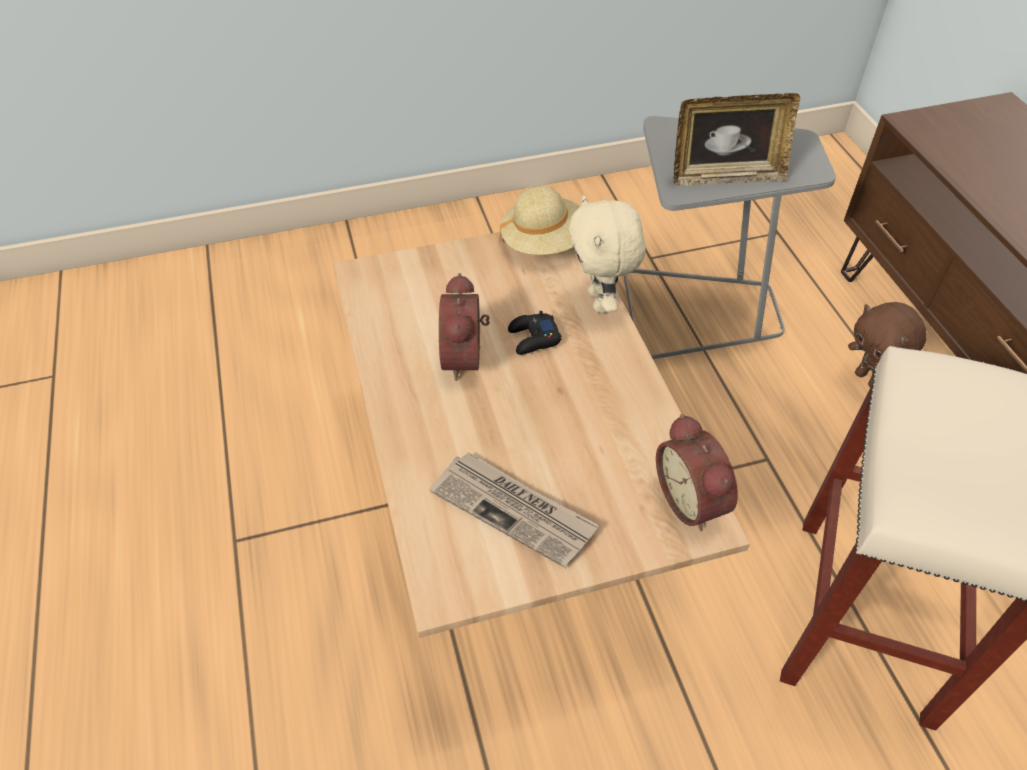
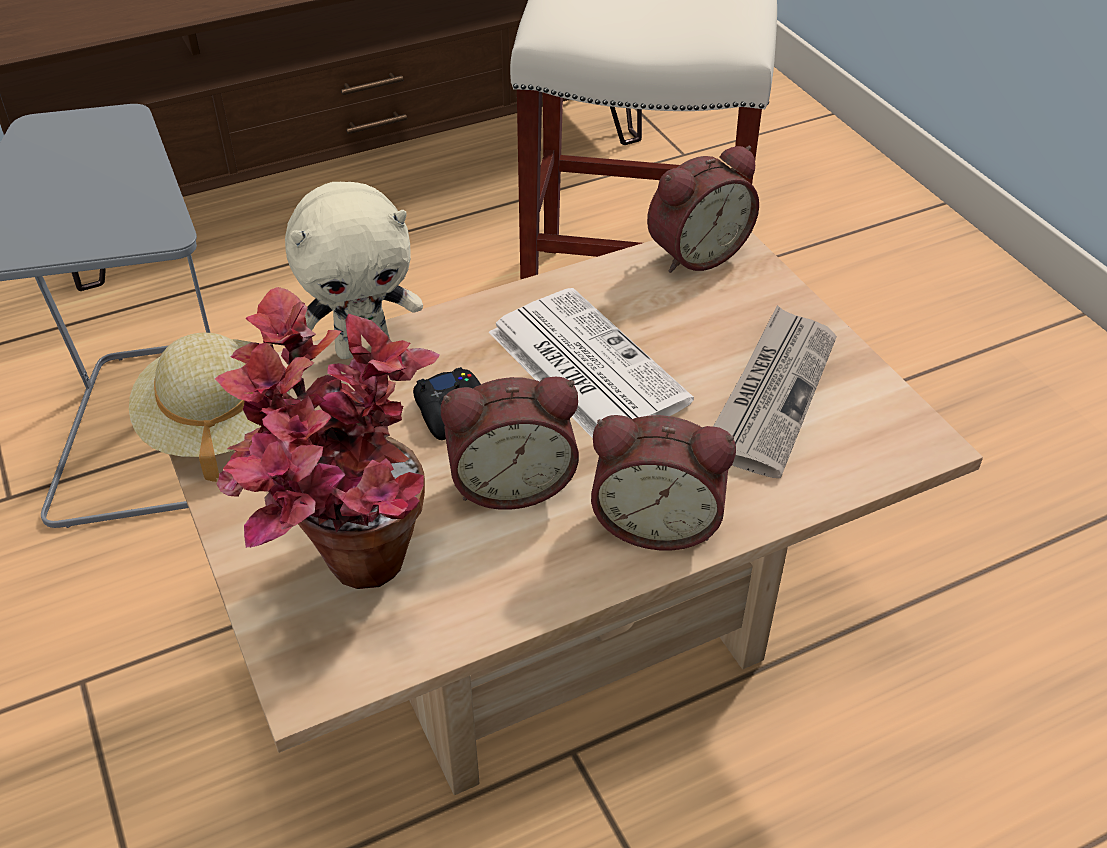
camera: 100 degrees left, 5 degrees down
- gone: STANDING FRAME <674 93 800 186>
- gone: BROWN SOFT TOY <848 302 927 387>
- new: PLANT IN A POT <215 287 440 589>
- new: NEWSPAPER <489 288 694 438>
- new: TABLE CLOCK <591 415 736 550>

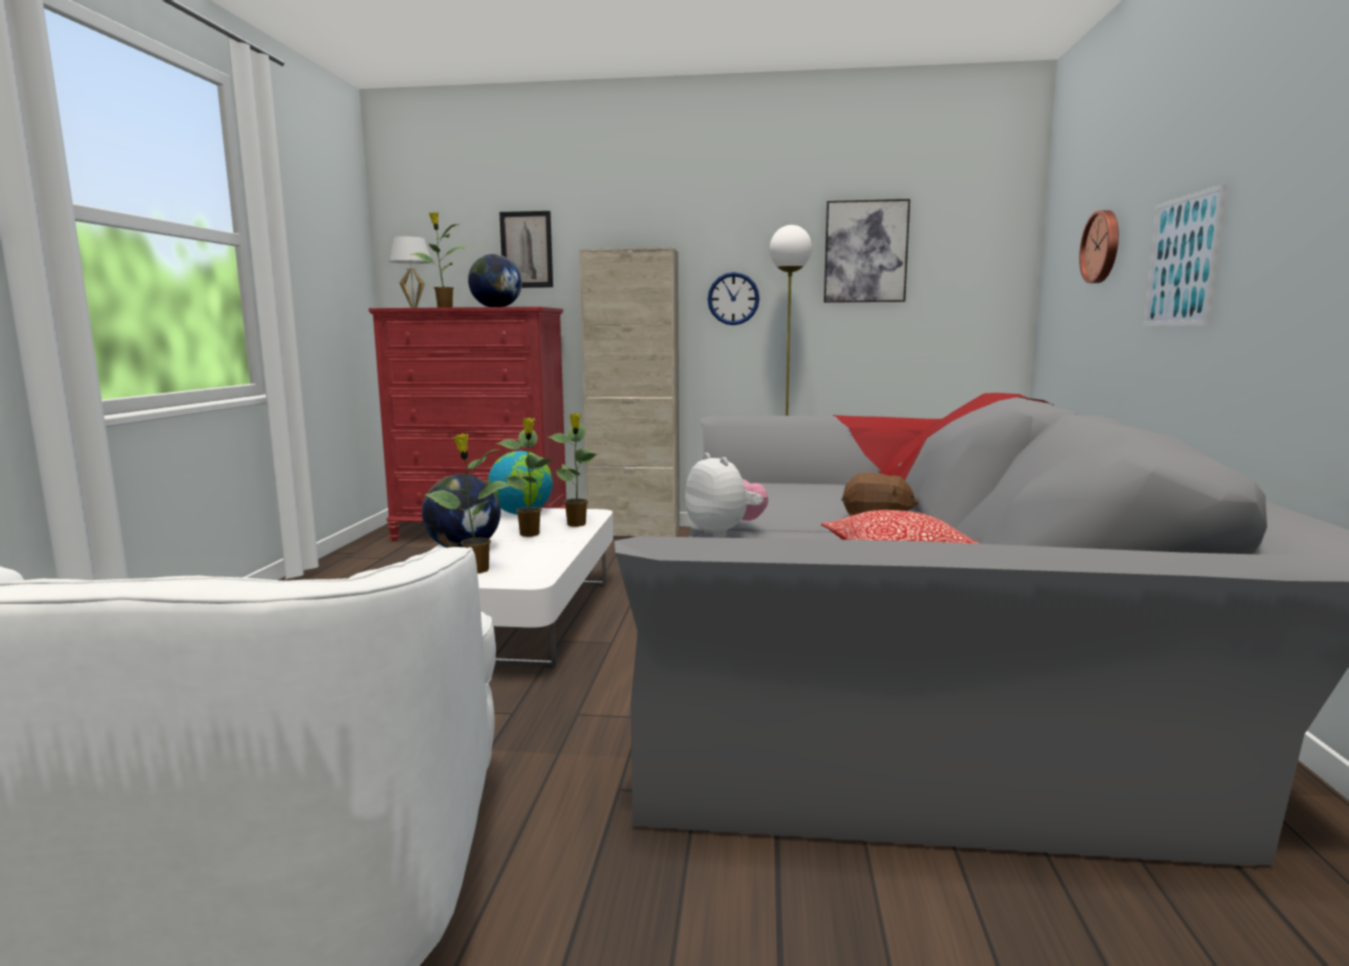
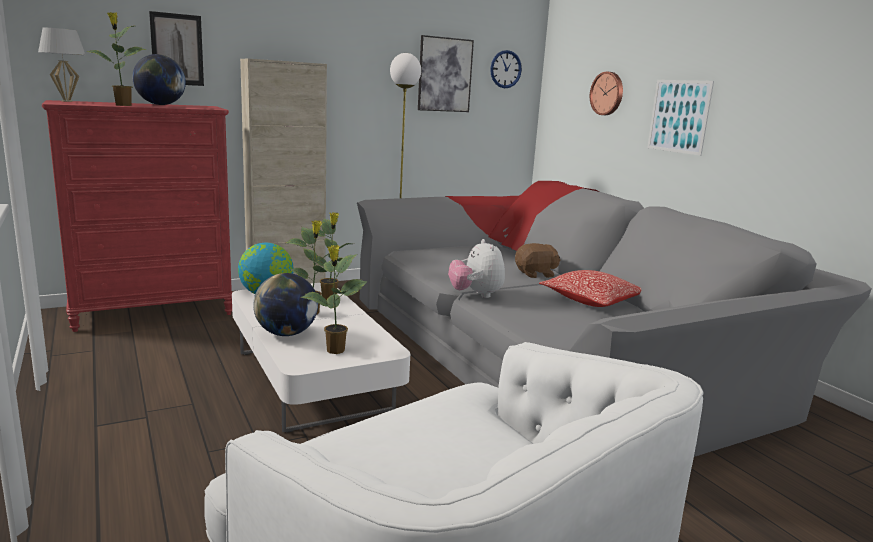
camera: 35 degrees left, 5 degrees up
- shifted: CLOCK ON THE WALL <708 272 760 325> to <490 50 522 88>
- rotated: SOFT TOY <685 453 768 538> = <448 239 505 298> 135 degrees counterclockwise

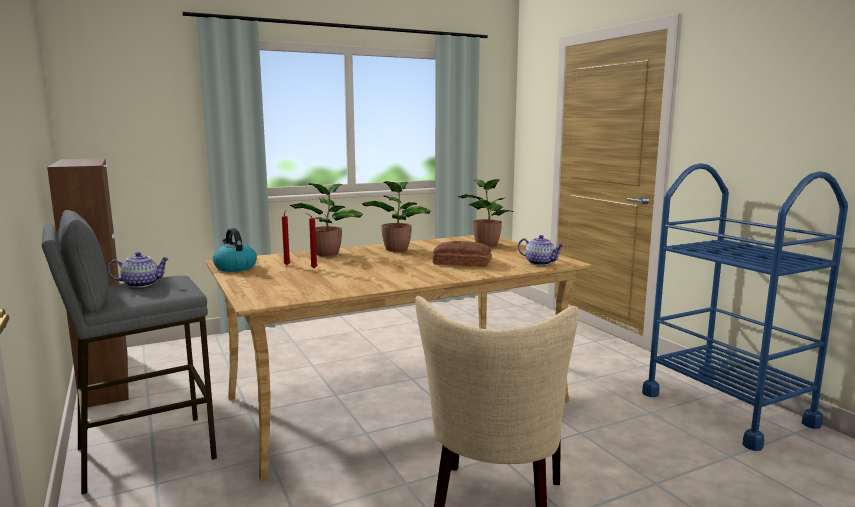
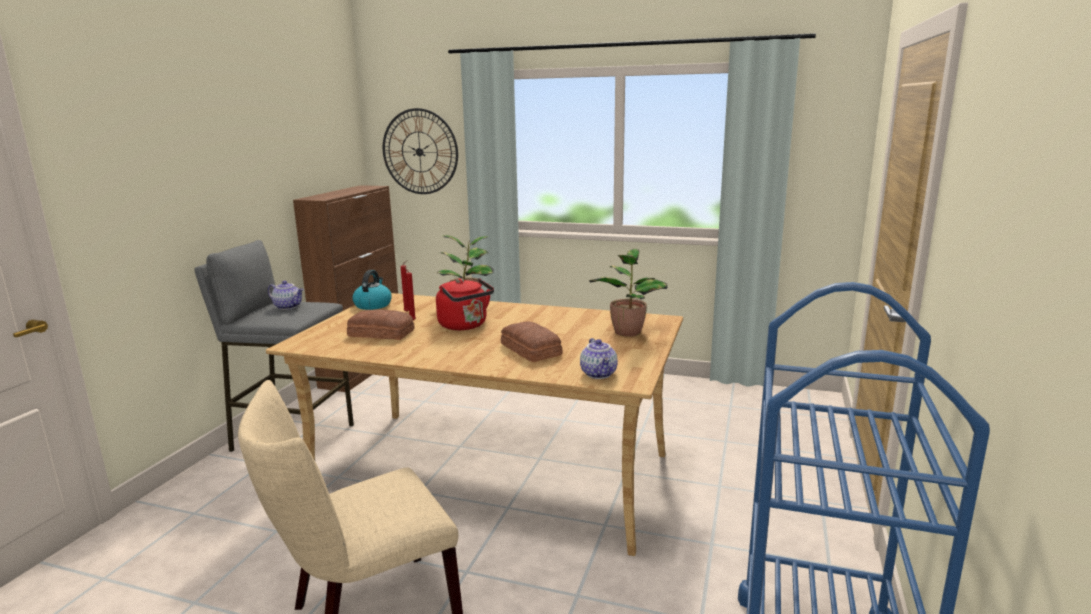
camera: 45 degrees right, 5 degrees up
- gone: PLANT IN A POT <362 181 430 252>
- new: BREAD <347 309 415 340>
- new: CLOCK ON THE WALL <383 108 458 194>
- new: RED-COLOURED TEA KETTLE <436 278 494 330>

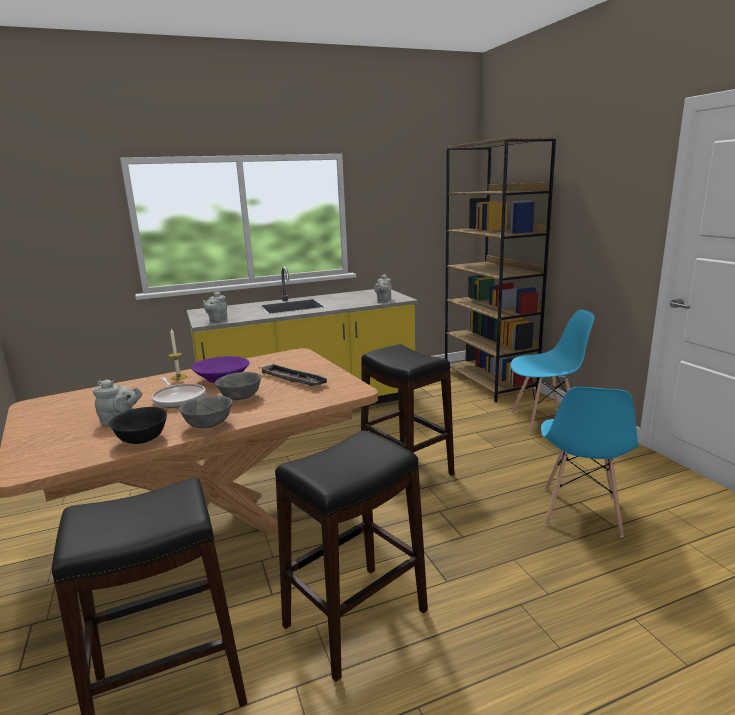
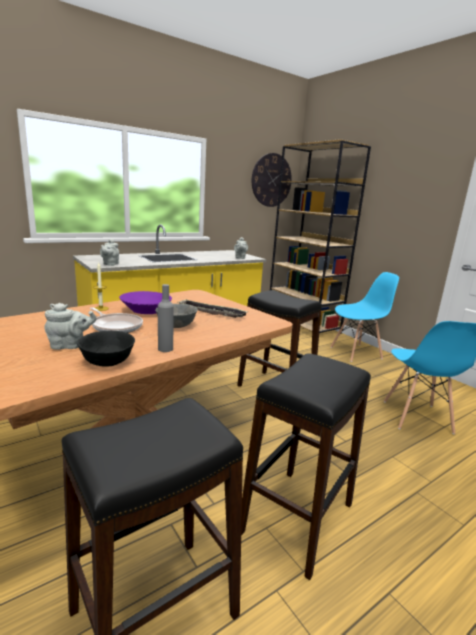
camera: 15 degrees left, 0 degrees up
- new: CLOCK ON THE WALL <252 153 292 207>
- swapped: GRAY SERVING BOWL <179 395 233 428> to GRAY DRINK BOTTLE <158 284 174 352>

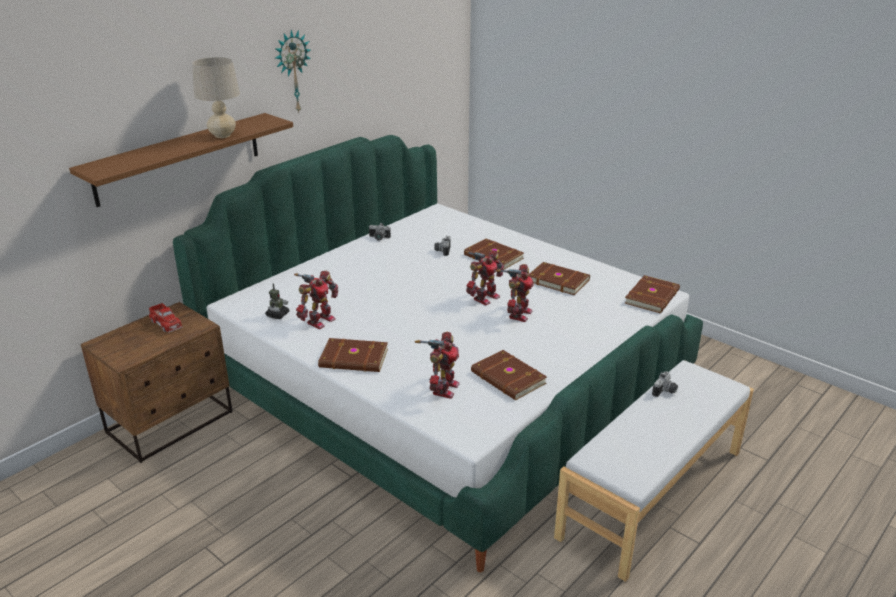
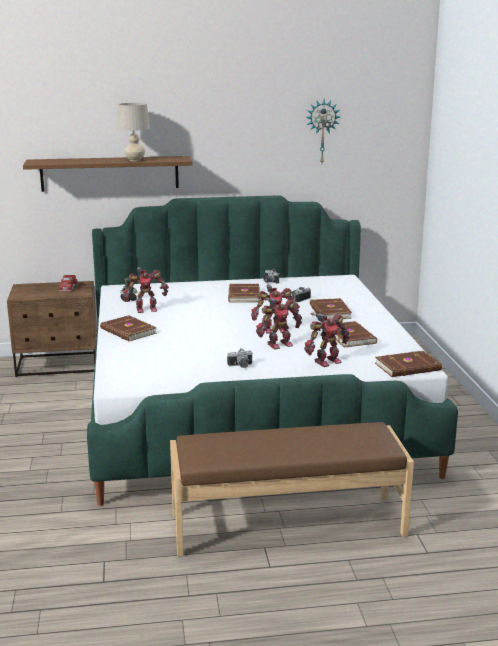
camera: 40 degrees right, 10 degrees down
- shifted: CLOCK ON THE WALL <275 30 311 113> to <306 99 340 163>
- shifted: TOY ROBOT <415 331 459 399> to <304 313 350 367>
- shifted: BROWN VOLUME <471 350 547 400> to <228 284 260 302>
- shifted: PHOTO CAMERA <652 371 678 397> to <227 348 252 368>
- repainted: WHITE-COLOURED INDOOR BENCH <554 360 754 582> to BROWN INDOOR BENCH <170 422 414 557>

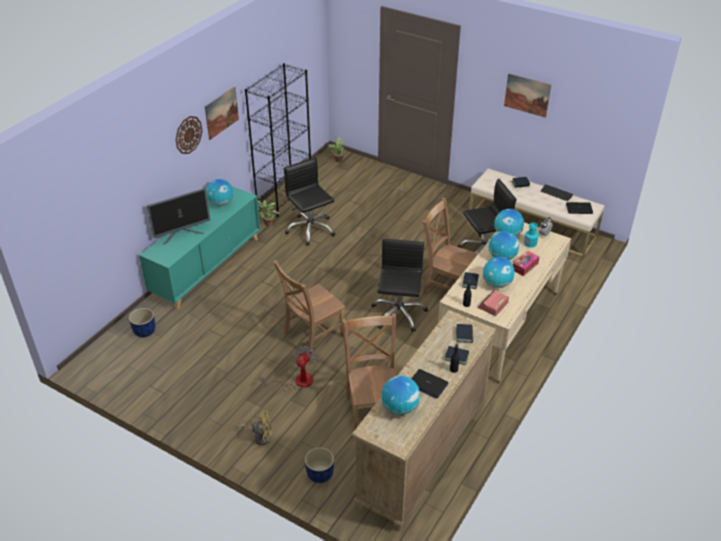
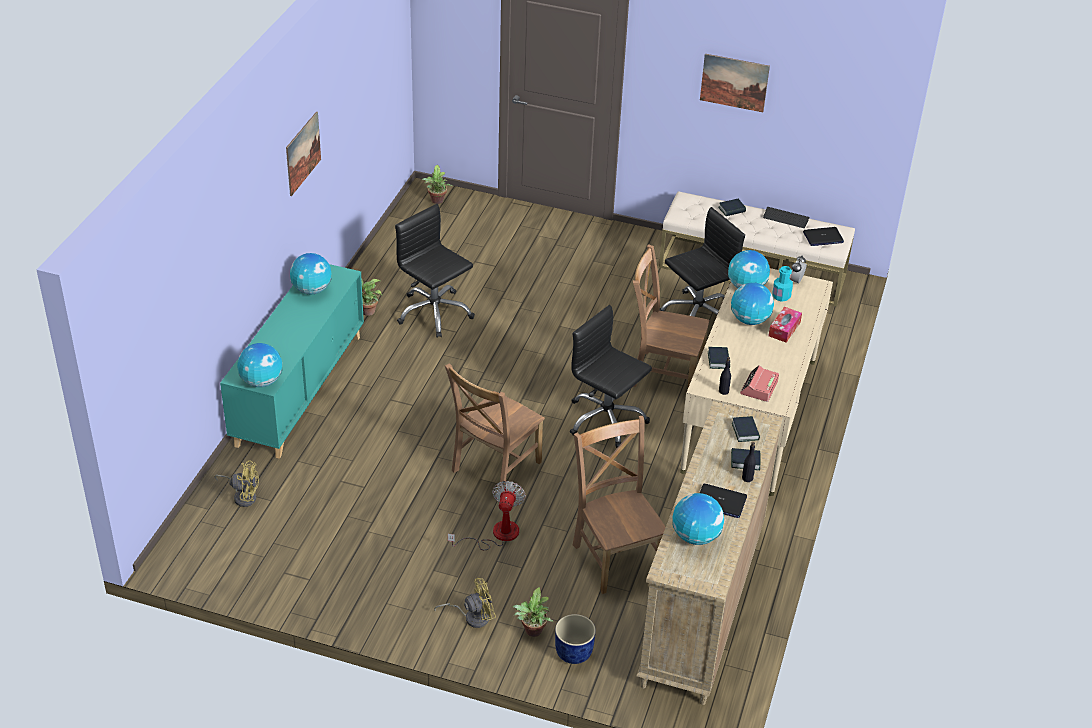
camera: 15 degrees left, 0 degrees up
- gone: COMPUTER DISPLAY <147 188 210 245>
- gone: CLOCK ON THE WALL <176 116 202 154>
- gone: BLACK-COLOURED BOOKSHELF <245 63 311 217>
- new: PLANT IN A POT <513 587 553 637>
- shifted: DESK GLOBE <483 257 515 288> to <237 343 282 387>
- swapped: BLUISH PLANTER <129 308 155 337> to YELLOW-COLOURED FAN <214 460 259 507>
- rotated: BLACK-COLOURED COMPUTER CHAIR <372 239 428 332> = <570 305 652 448> 45 degrees counterclockwise

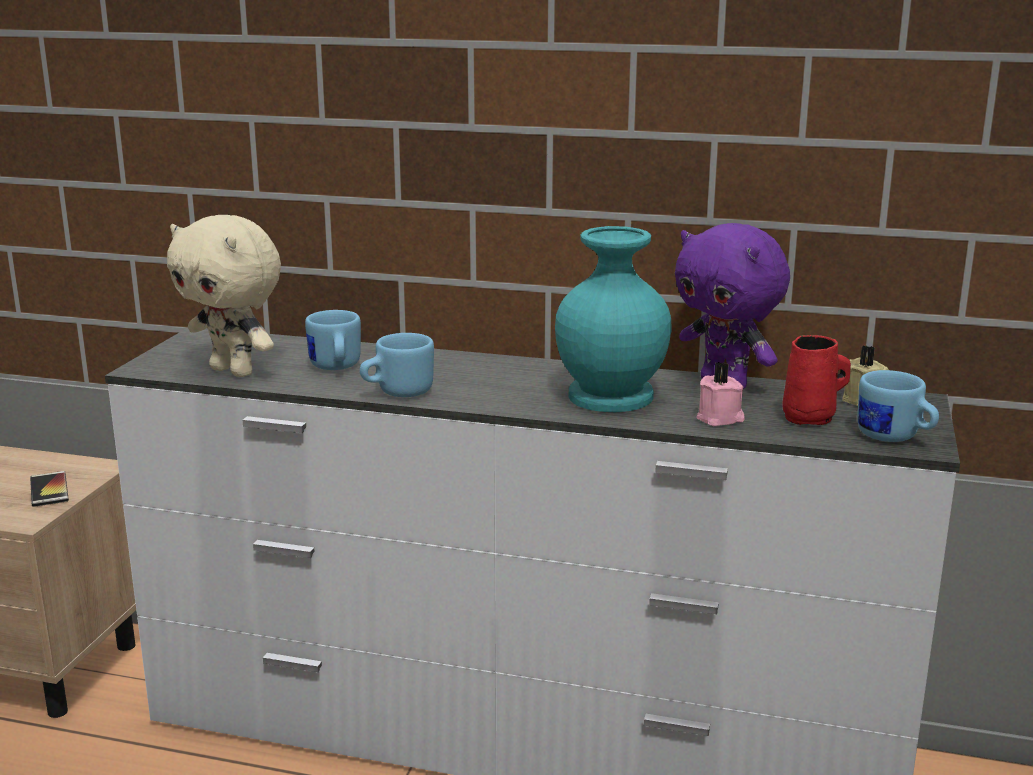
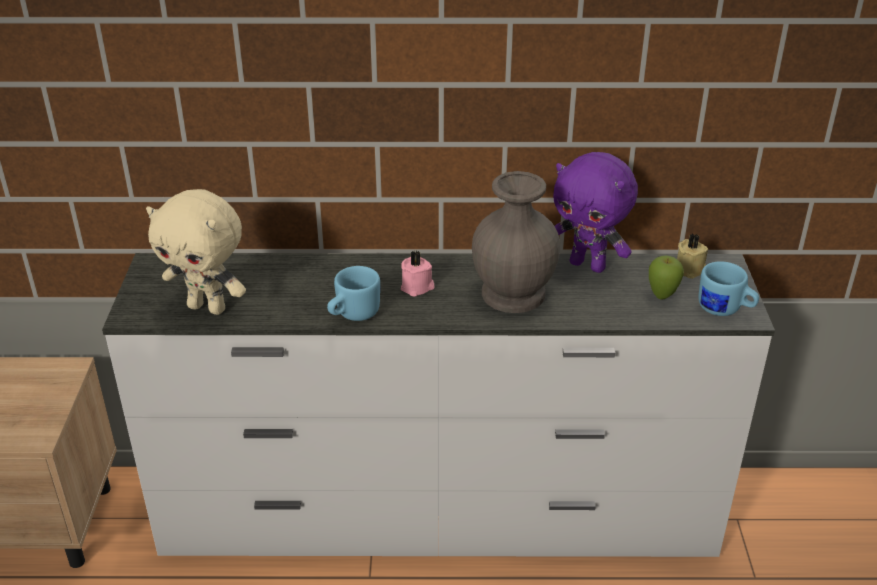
camera: 15 degrees left, 15 degrees up
- gone: TELEPHONE <30 471 69 507>
- gone: BLUISH TEA MUG <305 310 361 370>
- shifted: PINKISH CANDLE <696 362 745 426> to <401 250 434 297>
- swapped: RED-COLOURED TEA MUG <782 335 851 425> to WHOLE APPLE <649 255 684 299>
- repainted: TURQUOISE DECORATIVE VASE <555 226 672 412> to GRAY DECORATIVE VASE <472 171 560 313>

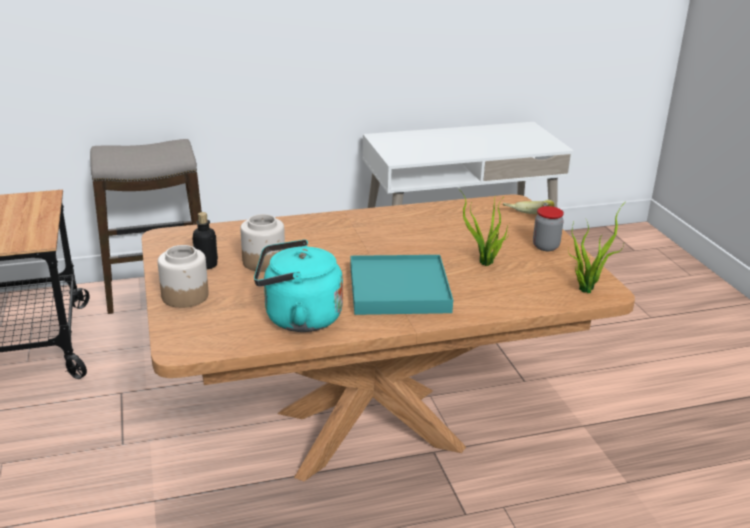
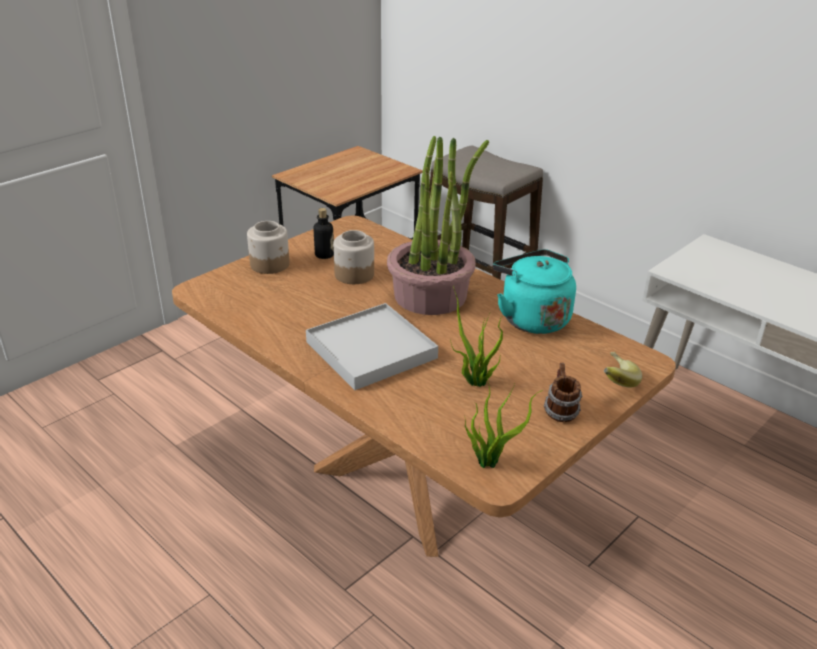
camera: 60 degrees right, 5 degrees up
- new: PLANT IN A POT <387 136 489 315>
- shifted: TURQUOISE TEA KETTLE <254 239 343 332> to <493 249 576 334>
- swapped: JAR <533 206 564 251> to TEA MUG <544 363 583 422>
- repainted: TURQUOISE CARRYING TRAY <350 255 453 315> to WHITE-COLOURED CARRYING TRAY <306 303 438 390>

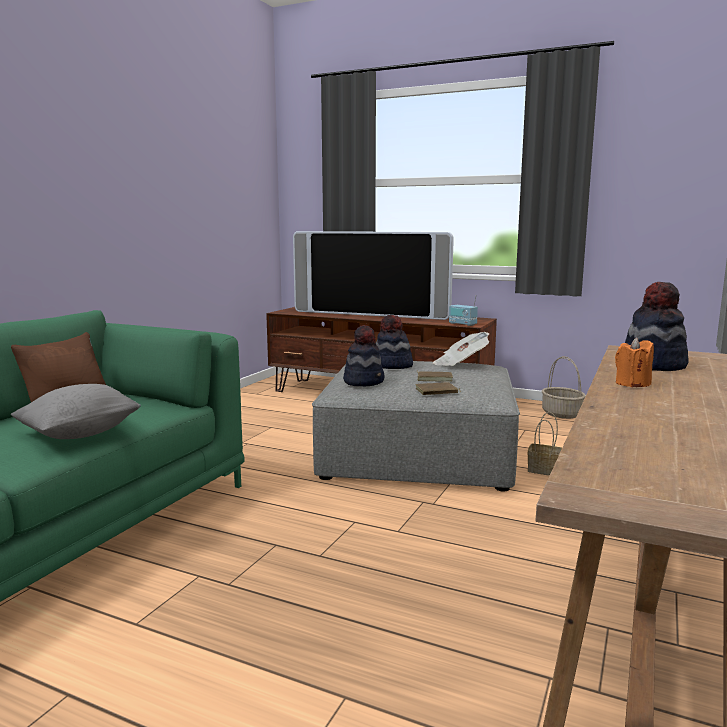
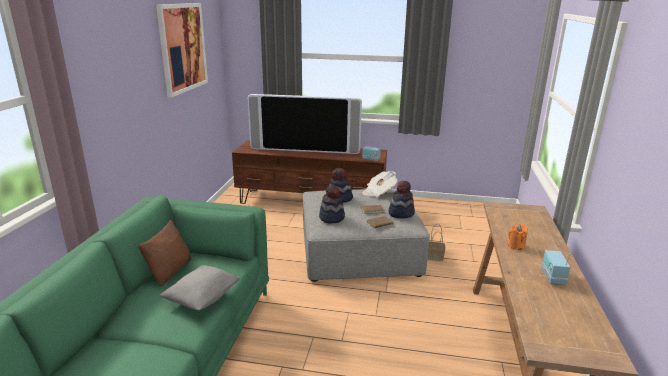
camera: 15 degrees left, 10 degrees up
- gone: STORAGE BASKET <542 356 586 419>
- new: WALL PICTURE <156 3 208 98>
- new: RADIO <542 250 571 285>
- shifted: WEARABLE HAT <625 282 689 371> to <388 181 415 219>

